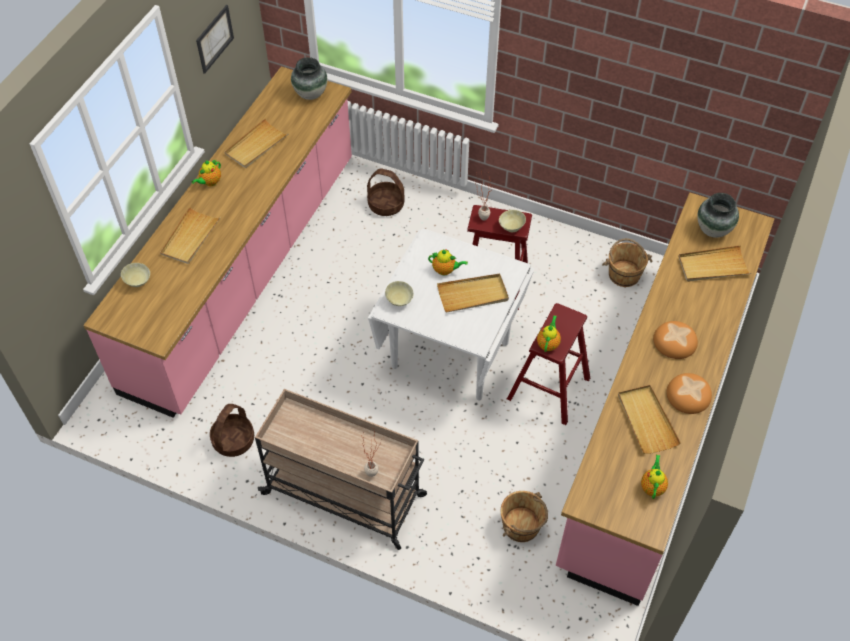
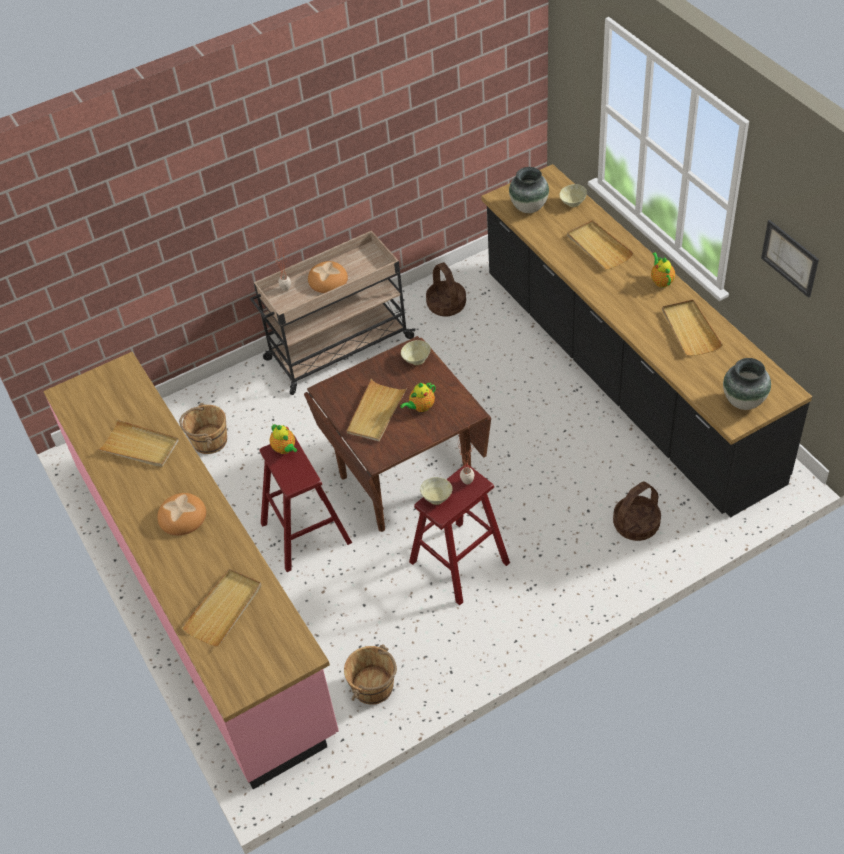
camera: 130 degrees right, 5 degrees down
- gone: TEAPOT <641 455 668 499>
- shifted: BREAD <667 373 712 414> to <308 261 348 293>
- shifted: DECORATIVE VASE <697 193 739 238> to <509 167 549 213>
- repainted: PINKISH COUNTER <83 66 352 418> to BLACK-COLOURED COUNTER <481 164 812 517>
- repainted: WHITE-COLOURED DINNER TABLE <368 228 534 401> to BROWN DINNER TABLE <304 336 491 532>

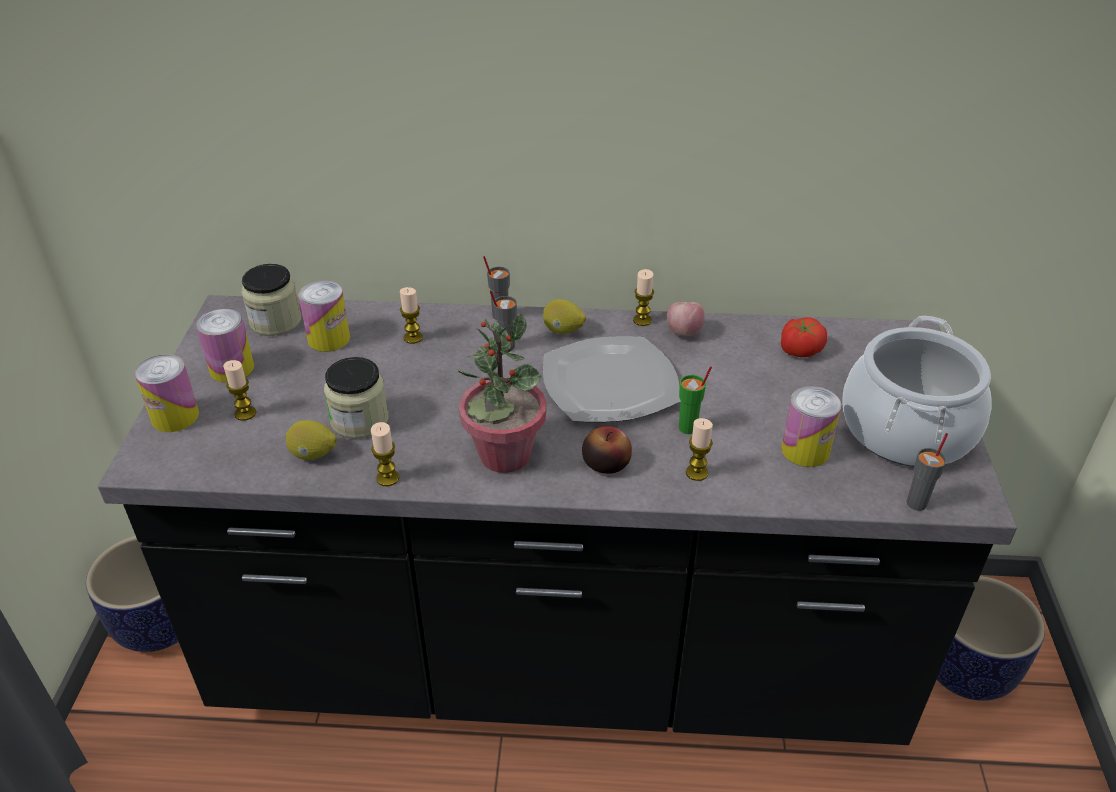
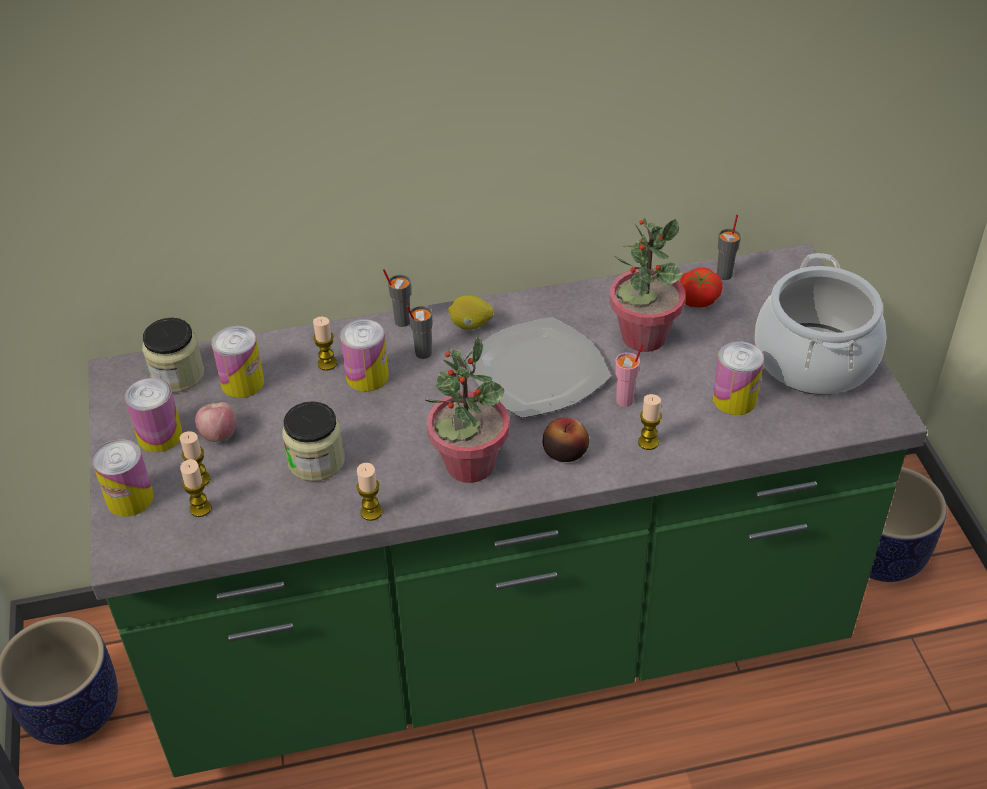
camera: 15 degrees left, 5 degrees up
- gone: WHOLE LEMON <286 420 337 460>
- new: CAN <340 319 389 391>
- new: PLANT IN A POT <610 218 685 352>
- shifted: CANDLE <633 269 654 326> to <180 459 211 517>
- shifted: WHOLE APPLE <667 302 705 336> to <195 402 236 442>
- shifted: GRAY SMALL CUP <907 433 948 511> to <717 215 741 280>
- repainted: BLACK-COLOURED COUNTER <98 295 1017 745> to GREENISH COUNTER <88 243 928 777>
- repainted: GREENISH SMALL CUP <679 366 712 434> to PINKISH SMALL CUP <616 343 644 407>

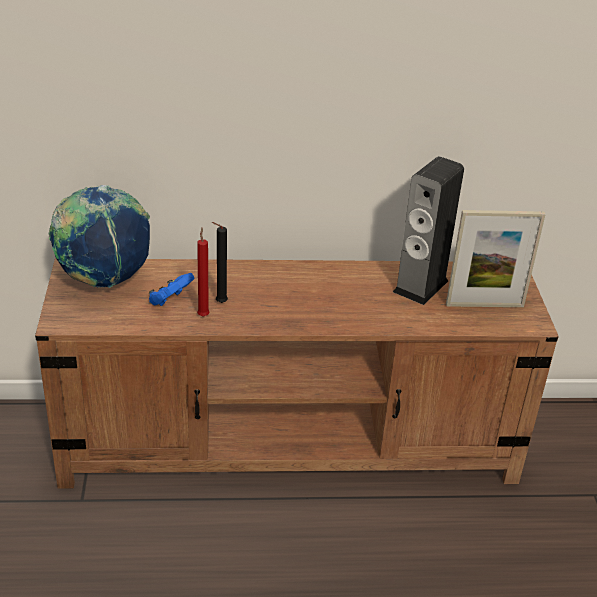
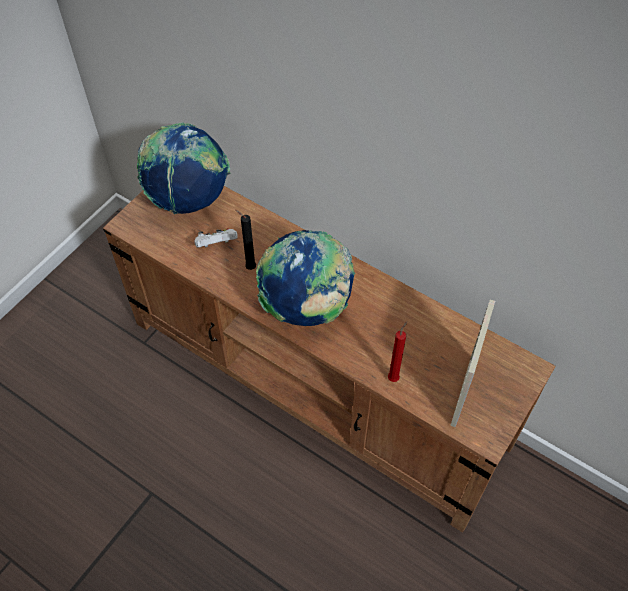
camera: 40 degrees right, 20 degrees up
- gone: AUDIO SPEAKER <393 156 464 305>
- new: DESK GLOBE <256 230 355 326>
- shifted: RED-COLOURED CANDLE <197 228 210 317> to <388 321 407 382>
- repainted: BLUISH GAMEPAD <149 273 195 306> to WHITE-COLOURED GAMEPAD <194 228 238 248>
- rotated: STANDING FRAME <446 210 546 307> = <450 300 495 427> 105 degrees counterclockwise

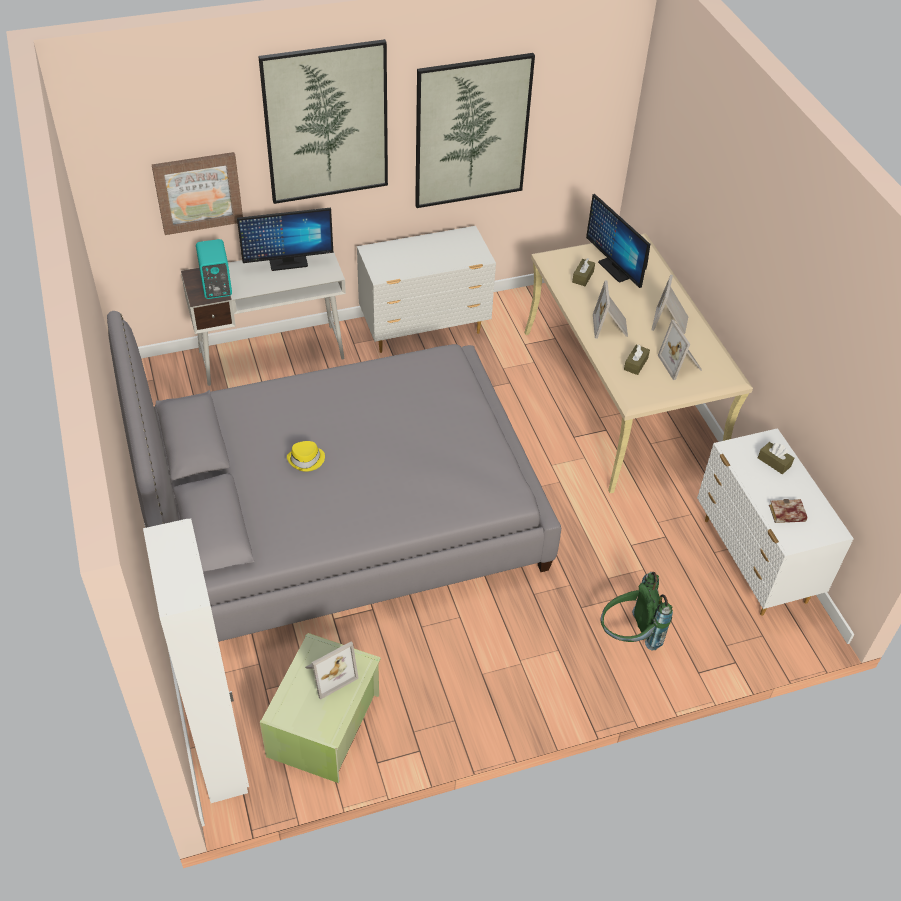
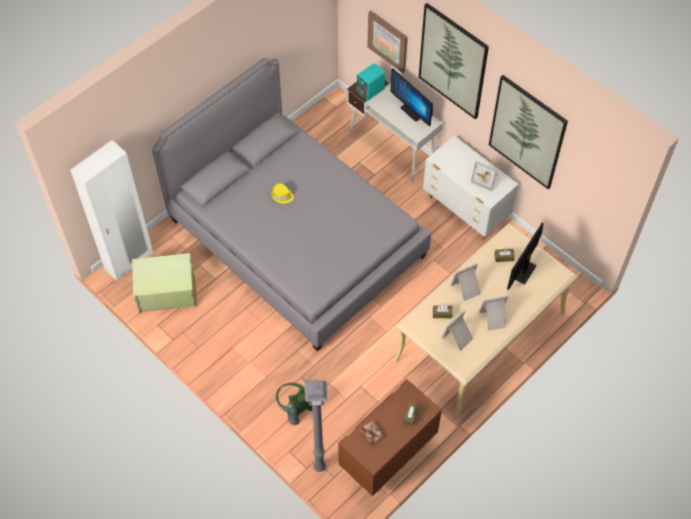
camera: 65 degrees right, 10 degrees up
- new: GRAY STANDARD LAMP <305 380 327 472>
- shifted: STANDING FRAME <305 641 359 700> to <471 161 498 191>
- repainted: WHITE-COLOURED DRESSER <697 428 854 616> to BROWN DRESSER <338 379 442 496>

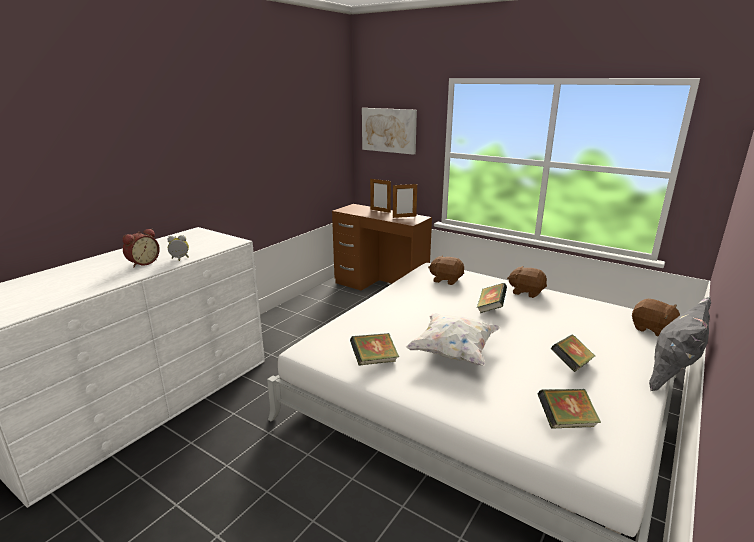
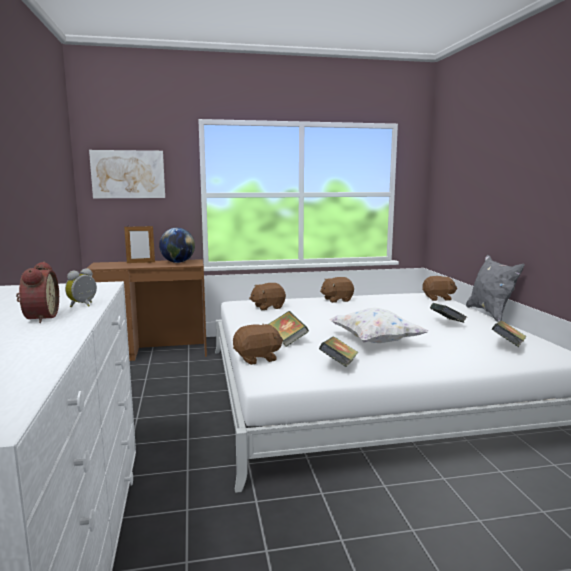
camera: 45 degrees left, 10 degrees down
- new: BROWN SOFT TOY <233 324 283 365>
- shifted: VOLUME <477 283 507 313> to <268 311 309 347>
- swapped: STANDING FRAME <393 184 417 218> to DESK GLOBE <159 228 195 263>

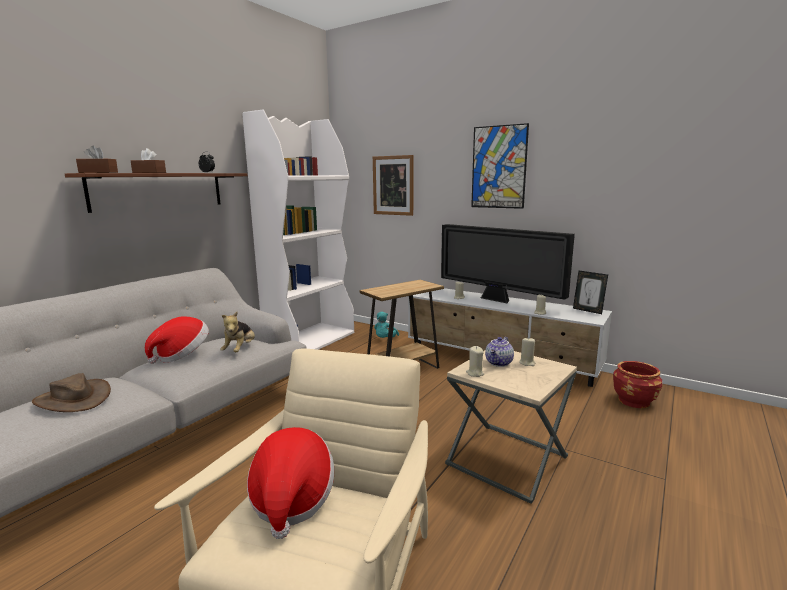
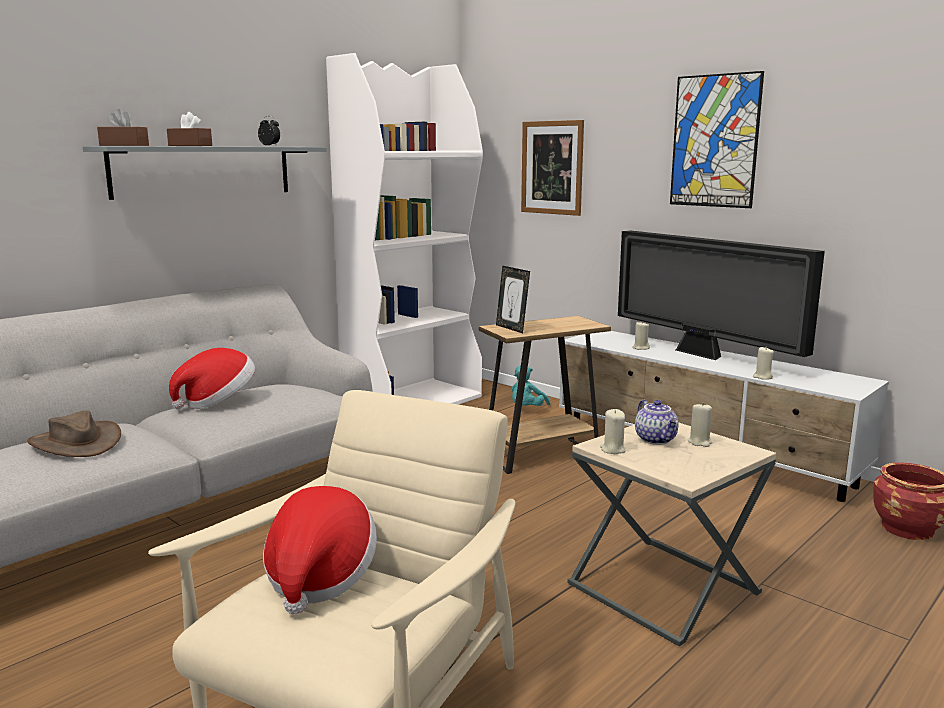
camera: 10 degrees right, 0 degrees up
- gone: SOFT TOY <220 312 255 352>
- shifted: STANDING FRAME <573 271 608 314> to <496 266 530 333>
- repainted: BROWN BRACKET SHELF <65 173 248 213> to GRAY BRACKET SHELF <83 146 327 200>
- rotated: TEAPOT <485 337 514 367> = <635 400 678 445> 60 degrees counterclockwise

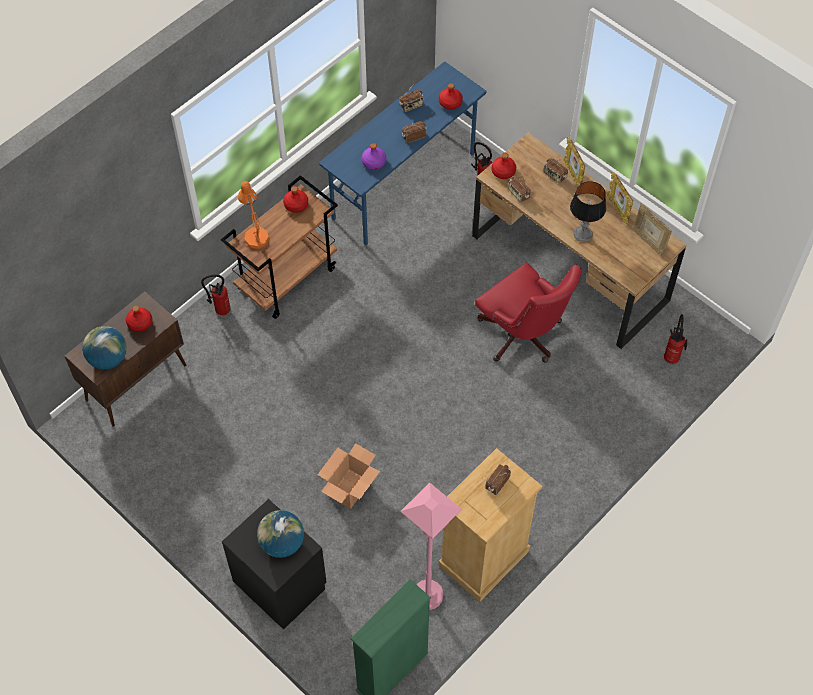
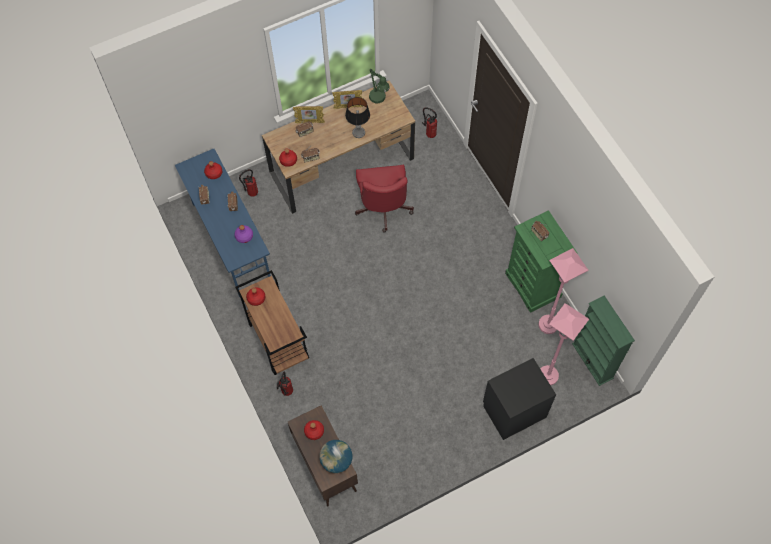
camera: 70 degrees left, 5 degrees up
- gone: ORANGE-COLOURED TABLE LAMP <238 181 269 249>
- gone: DESK GLOBE <257 510 304 558>
- gone: PACKING BOX <318 443 380 509>
- new: PINKISH STANDARD LAMP <541 303 589 385>
- swapped: STANDING FRAME <633 203 672 257> to GREENISH TABLE LAMP <369 69 390 104>
- repainted: SAND-COLOURED DRESSER <439 448 542 602> to GREENISH DRESSER <505 210 577 313>
- rotated: RED-COLOURED COMPUTER CHAIR <475 262 582 362> = <355 165 414 233> 105 degrees clockwise

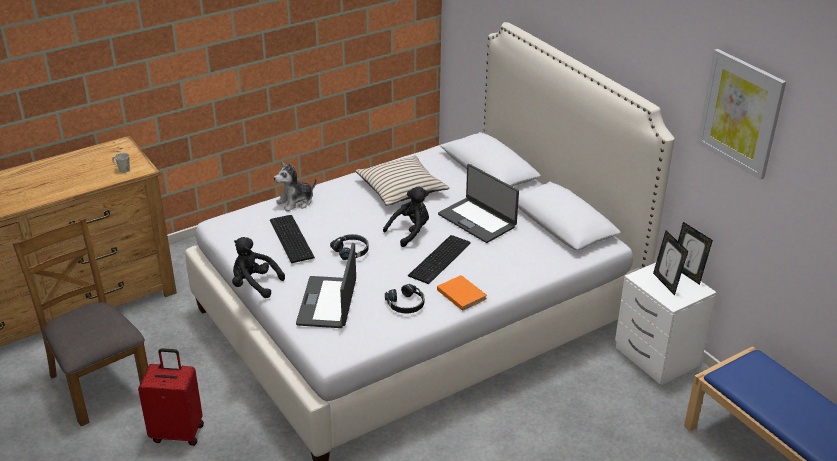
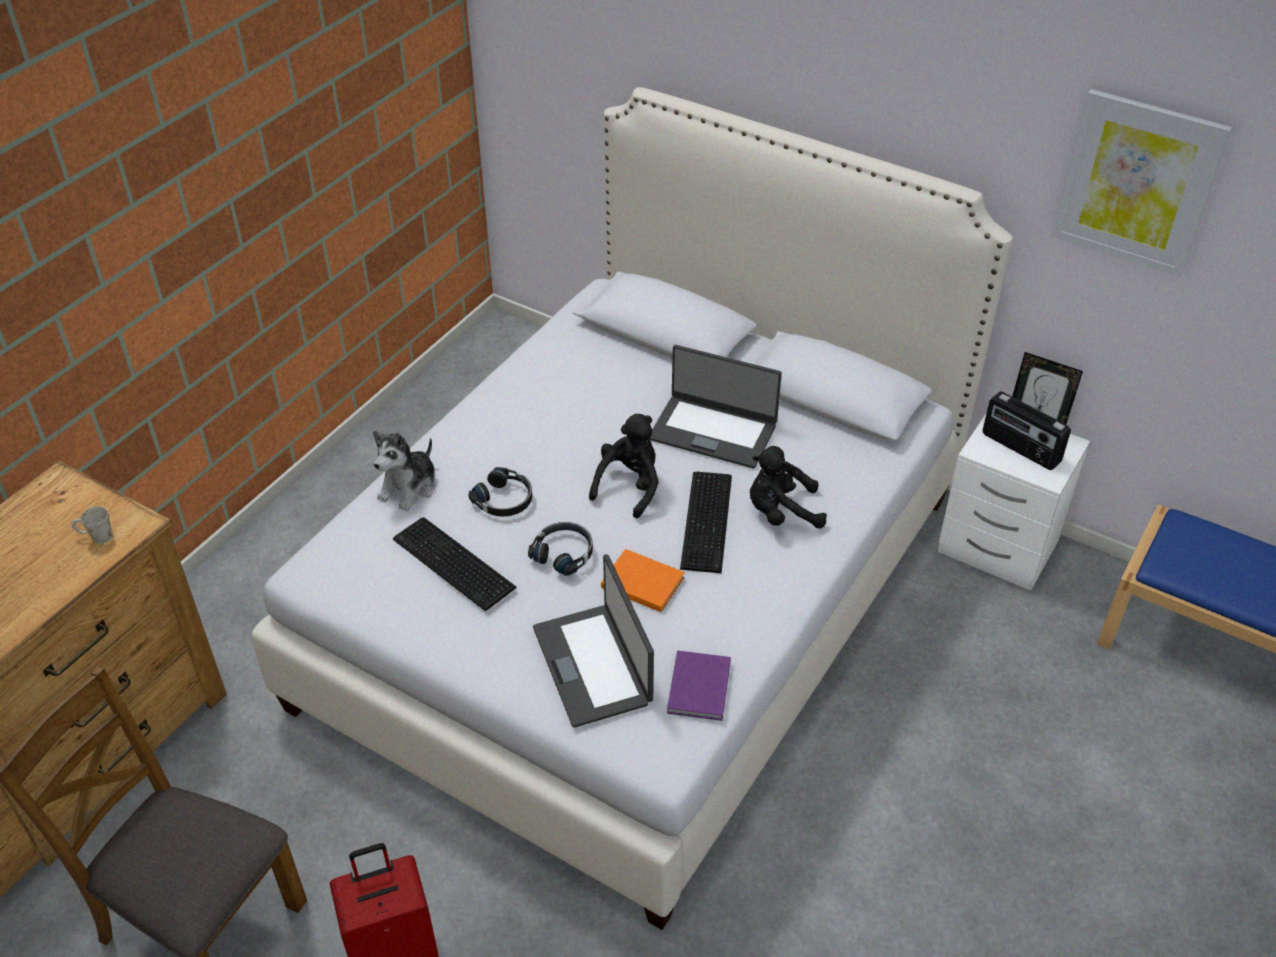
camera: 25 degrees left, 10 degrees up
- gone: SAND-COLOURED PILLOW <355 155 450 206>
- new: PURPLISH VOLUME <667 650 731 721>
- shifted: BLACK-COLOURED SOFT TOY <232 237 285 298> to <750 446 827 529>
- shifted: BLACK-COLOURED PAIR OF HEADPHONES <385 284 424 313> to <468 467 532 516>
- shifted: ORANGE-COLOURED VOLUME <437 275 487 311> to <601 549 685 612>
- swapped: STANDING FRAME <653 230 688 295> to RADIO <983 392 1071 470>

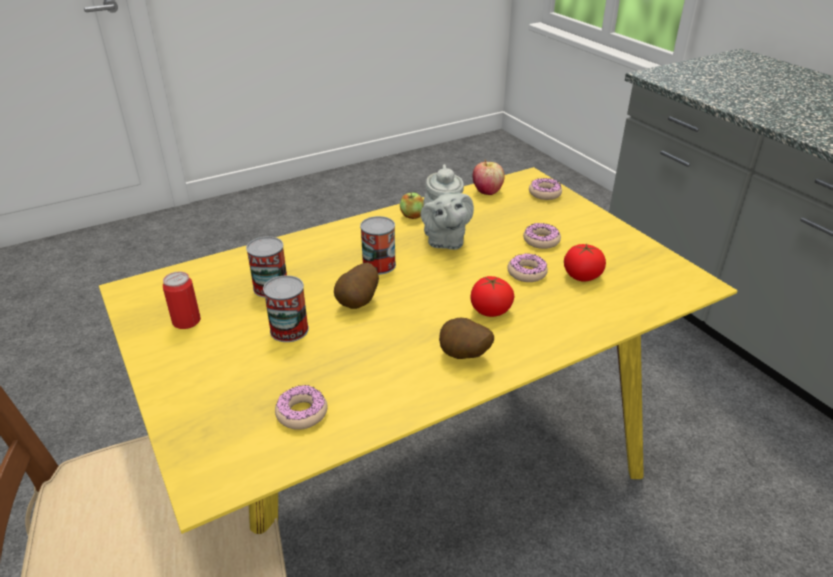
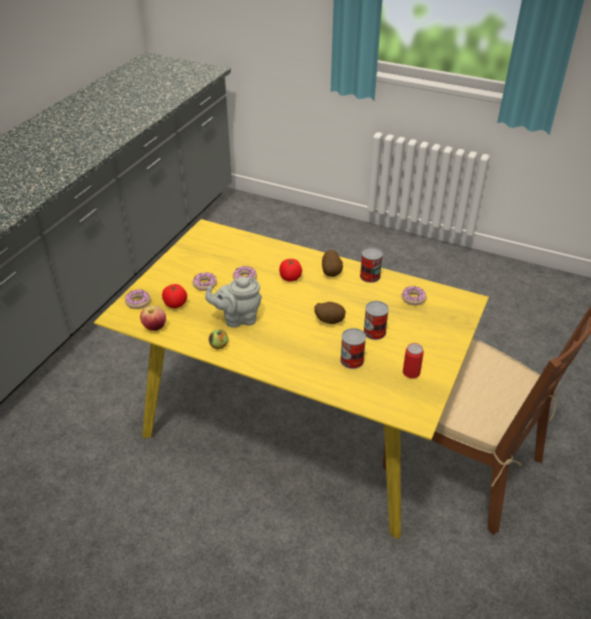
camera: 125 degrees left, 5 degrees up
- shifted: CAN <360 216 396 275> to <360 247 383 283>
- shifted: TOMATO <564 243 606 282> to <162 284 187 308>
- rotated: GRAY TEAPOT <421 164 474 250> = <205 277 262 328> 150 degrees counterclockwise

